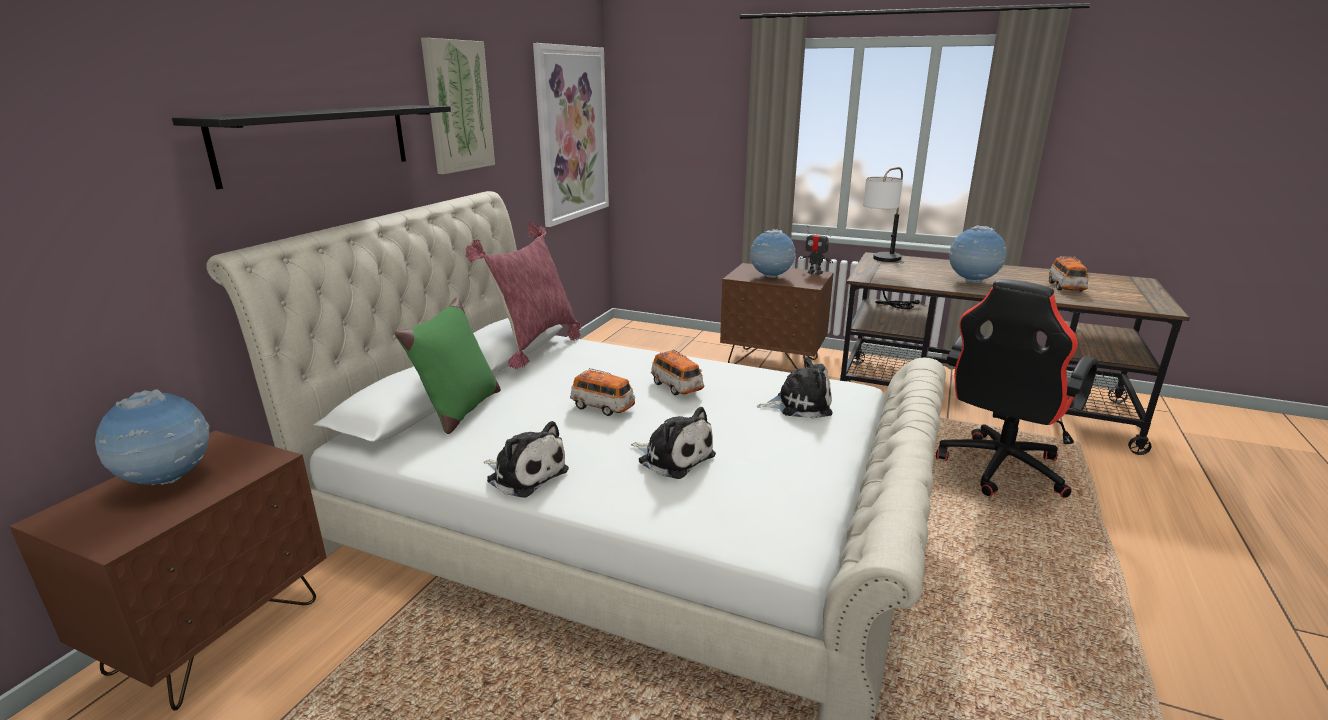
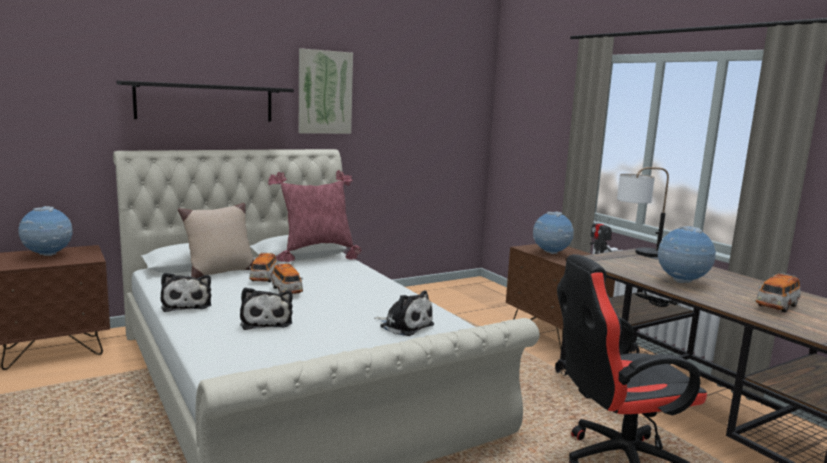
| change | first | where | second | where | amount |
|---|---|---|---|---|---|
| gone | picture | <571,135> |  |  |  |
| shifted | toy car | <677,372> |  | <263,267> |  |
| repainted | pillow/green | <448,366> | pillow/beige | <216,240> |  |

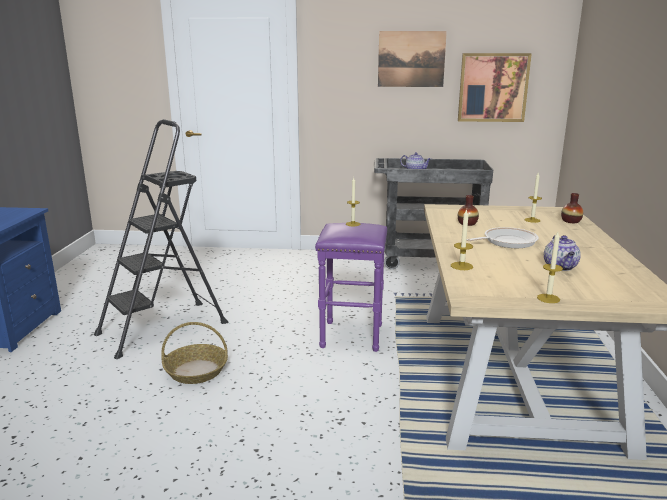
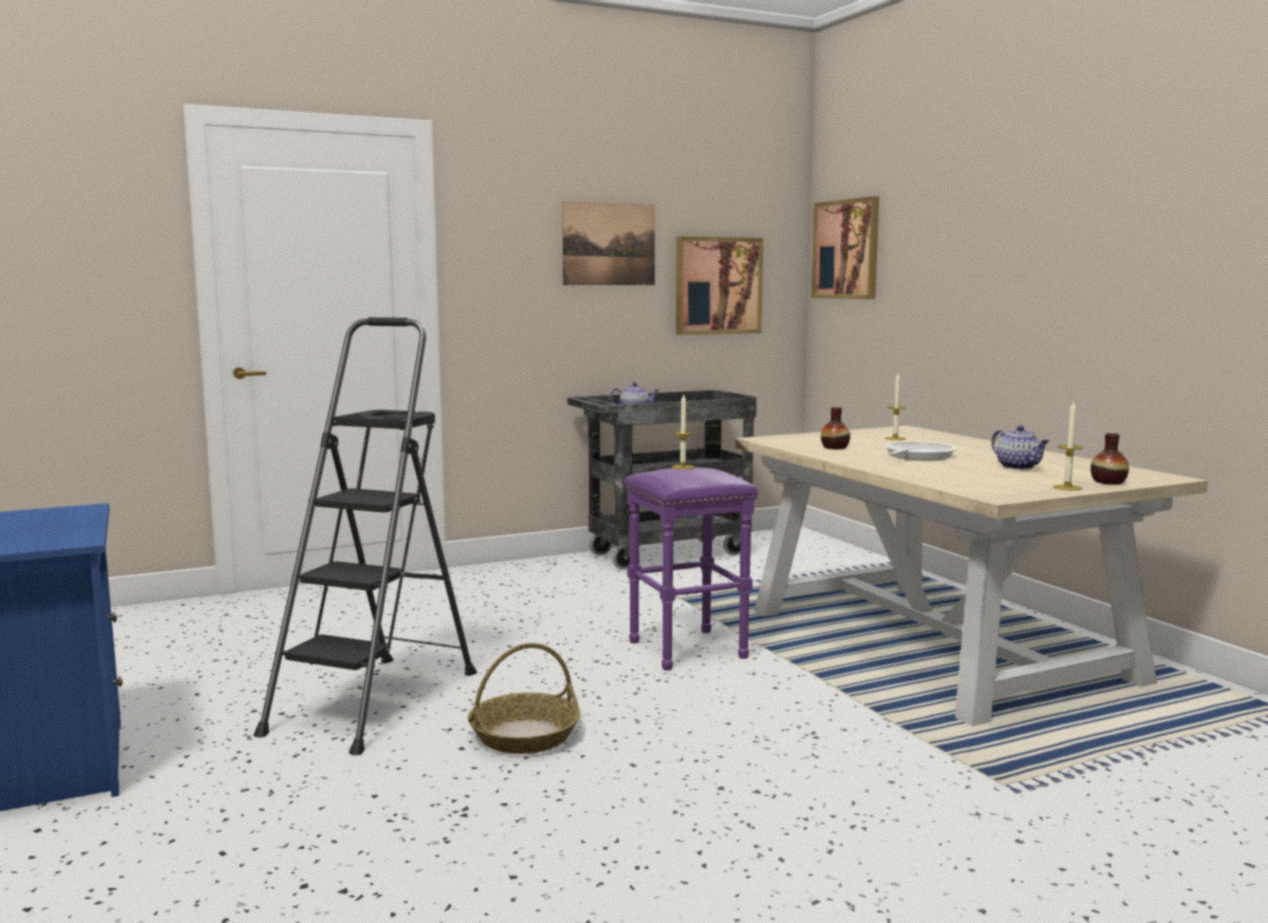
| change | first | where | second | where | amount |
|---|---|---|---|---|---|
| gone | candle | <462,239> |  |  |  |
| new |  |  | picture | <845,247> |  |
| shifted | vase | <572,208> |  | <1110,459> |  |

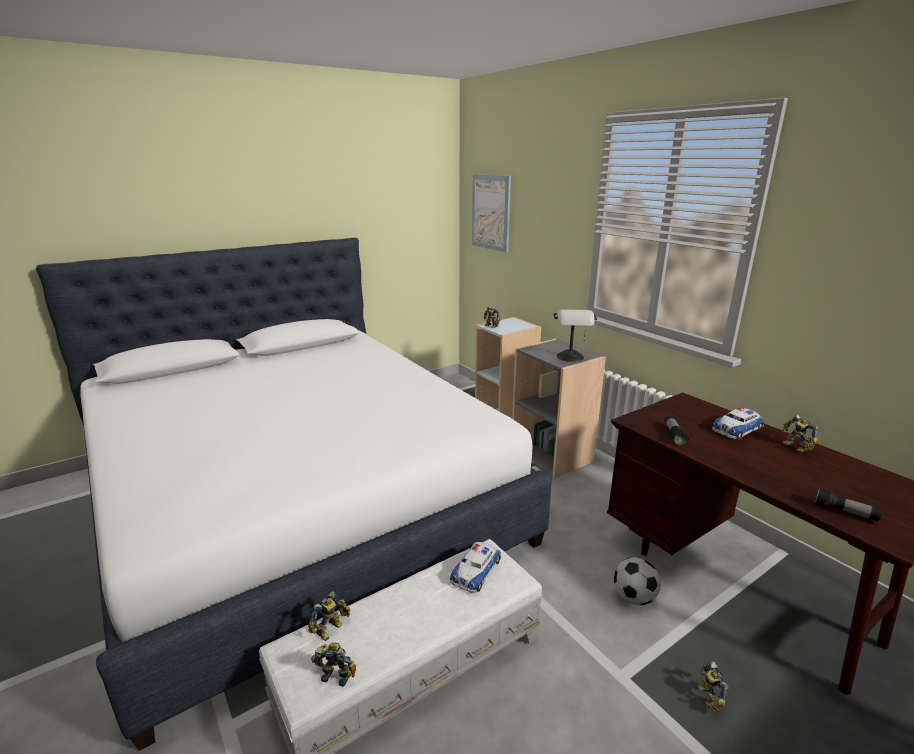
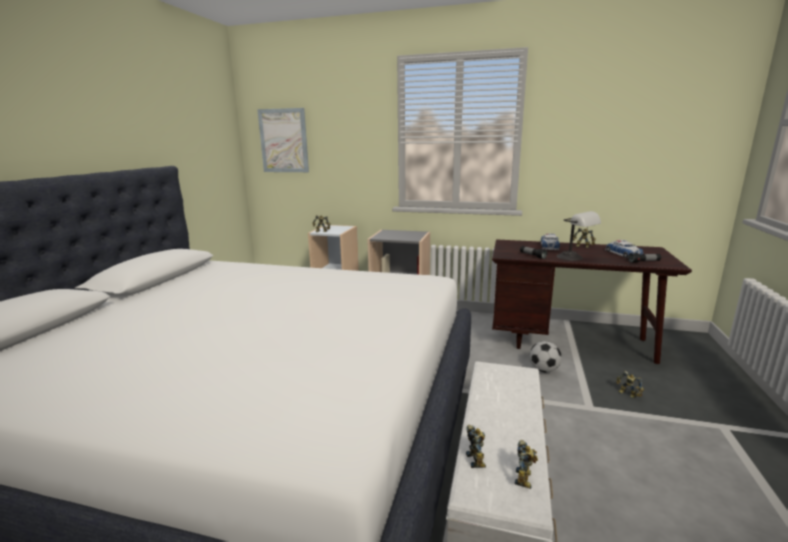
| change | first | where | second | where | amount |
|---|---|---|---|---|---|
| shifted | toy car | <475,567> |  | <624,249> |  |
| shifted | table lamp | <575,336> |  | <579,236> |  |
| rotated | toy robot | <333,665> |  | <526,464> | 135 degrees clockwise |

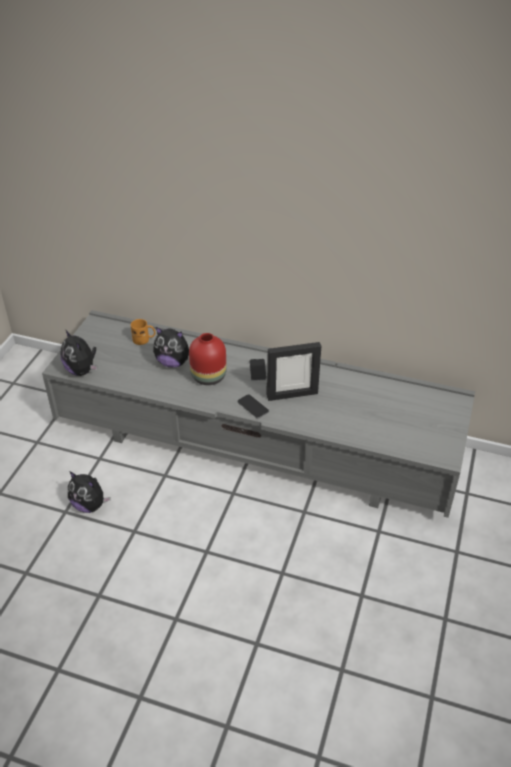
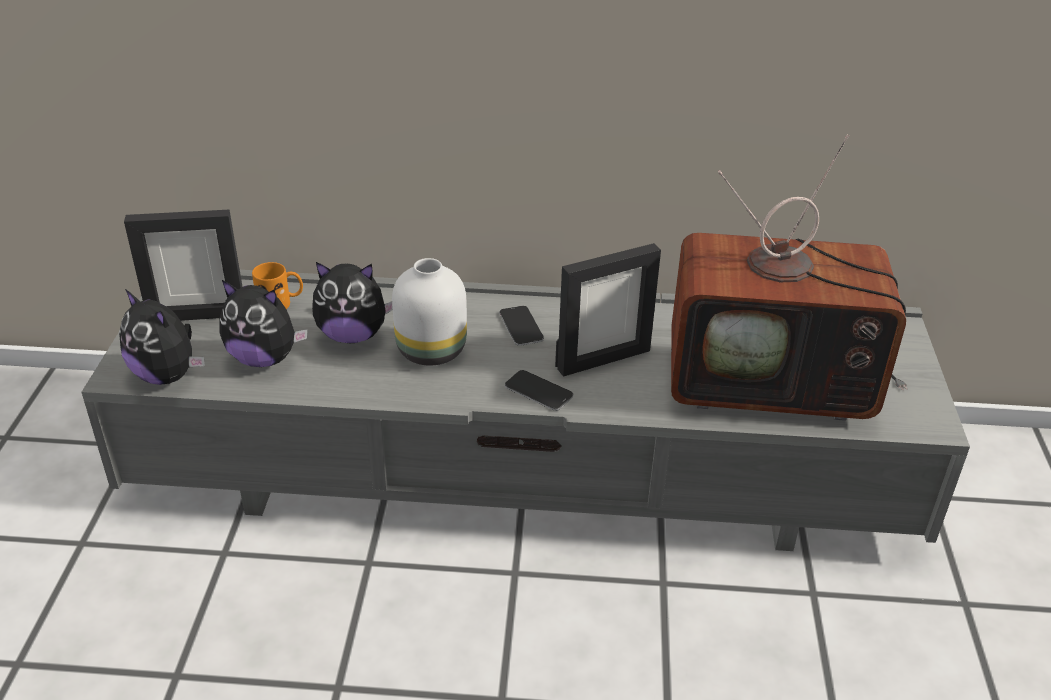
| change | first | where | second | where | amount |
|---|---|---|---|---|---|
| new |  |  | picture frame | <183,265> |  |
| new |  |  | television | <789,278> |  |
| shifted | plush toy | <89,492> |  | <264,323> |  |
| repainted | vase/red | <207,359> | vase/white | <429,312> |  |

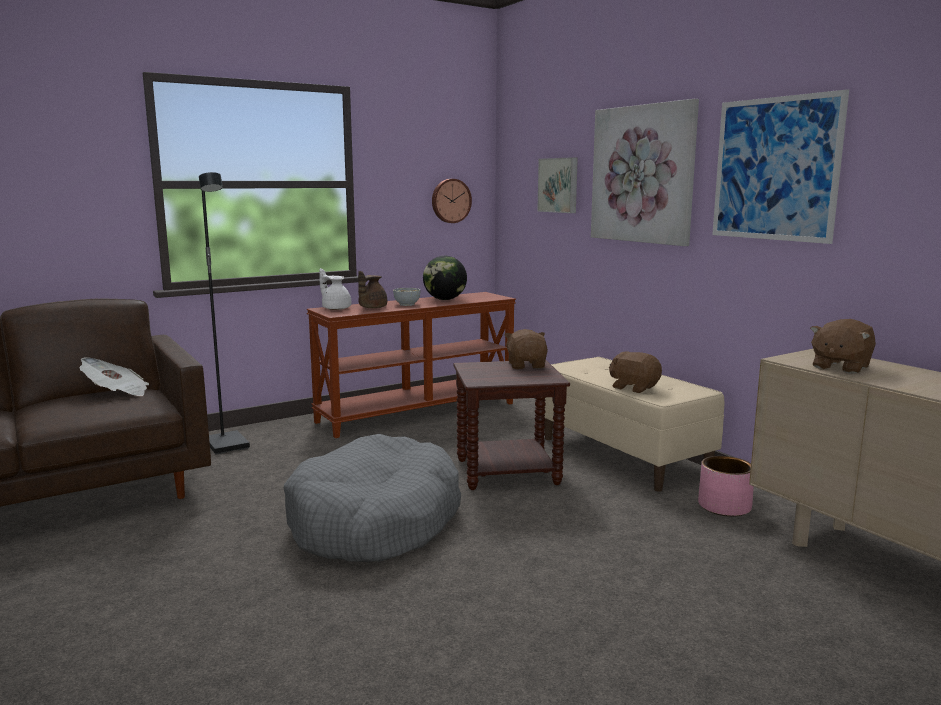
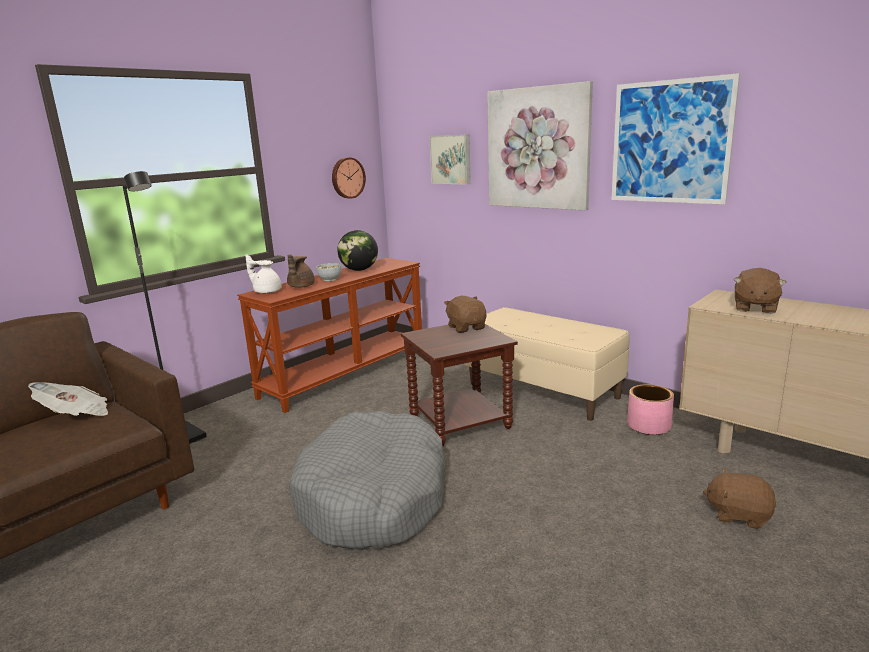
| change | first | where | second | where | amount |
|---|---|---|---|---|---|
| shifted | plush toy/brown | <635,372> |  | <740,498> |  |

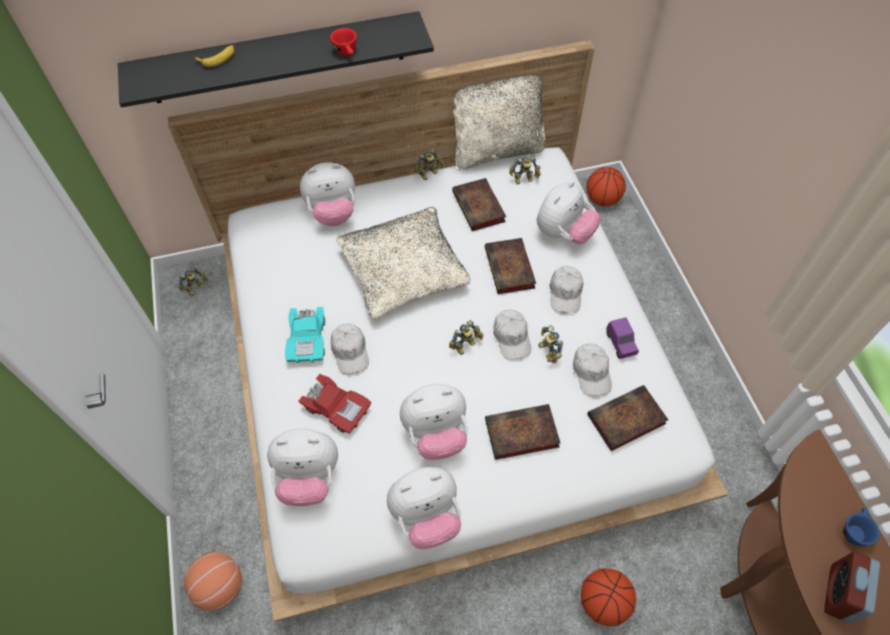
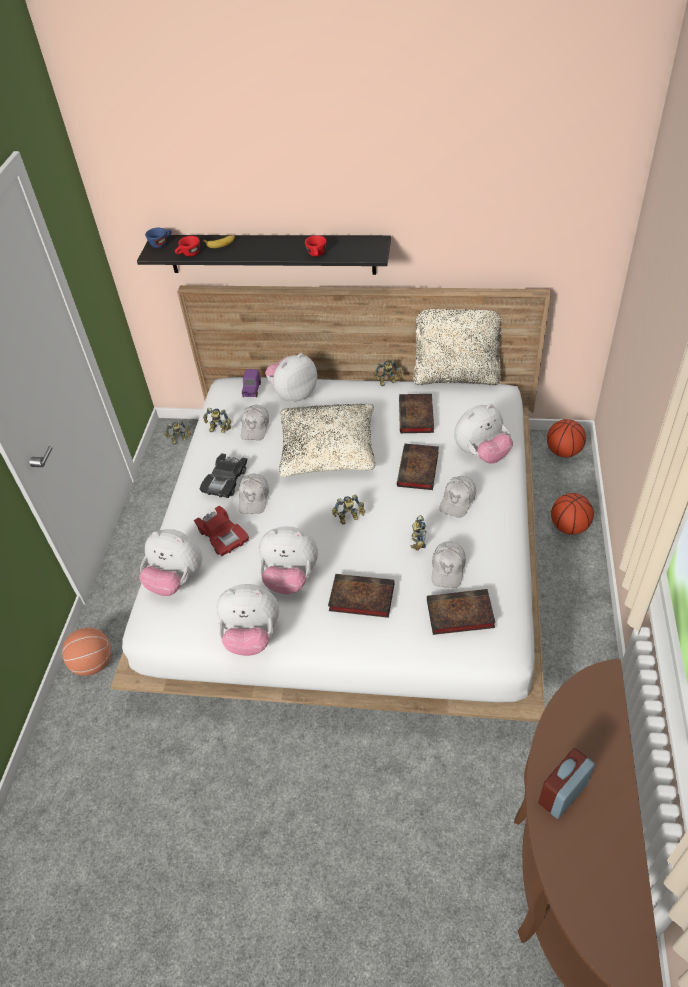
| change | first | where | second | where | amount |
|---|---|---|---|---|---|
| new |  |  | cup/red | <187,246> |  |
| shifted | cap/white | <512,335> |  | <255,422> |  |
| shifted | toy robot | <525,170> |  | <217,420> |  |
| shifted | basketball | <608,597> |  | <572,514> |  |
| shifted | toy car/purple | <622,338> |  | <251,383> |  |
| shifted | cup/blue | <861,527> |  | <158,238> |  |
| repainted | toy car/turquoise | <305,335> | toy car/black | <224,475> |  |
| rotated | plush toy | <327,194> |  | <291,378> | 135 degrees clockwise |

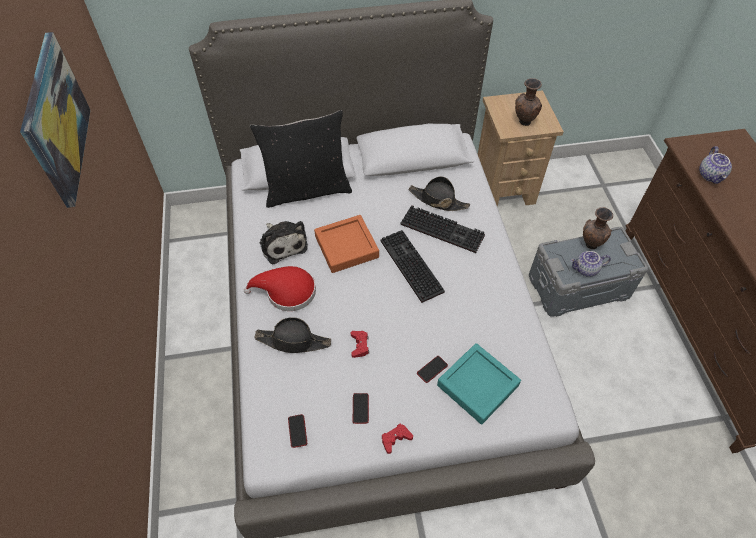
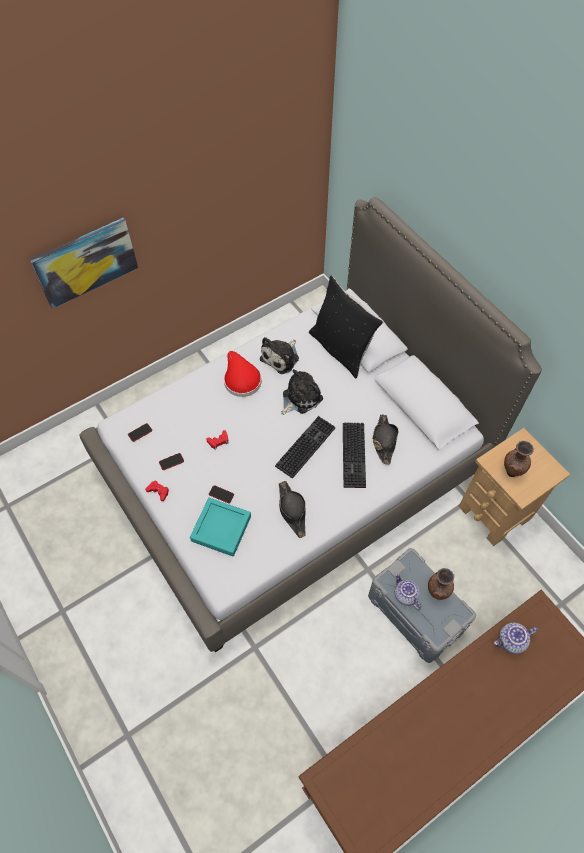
| change | first | where | second | where | amount |
|---|---|---|---|---|---|
| shifted | picture | <55,120> |  | <84,263> |  |
| shifted | hat/black | <292,335> |  | <292,509> |  |
| swapped | tray/orange | <346,244> | plush toy | <302,392> |  |

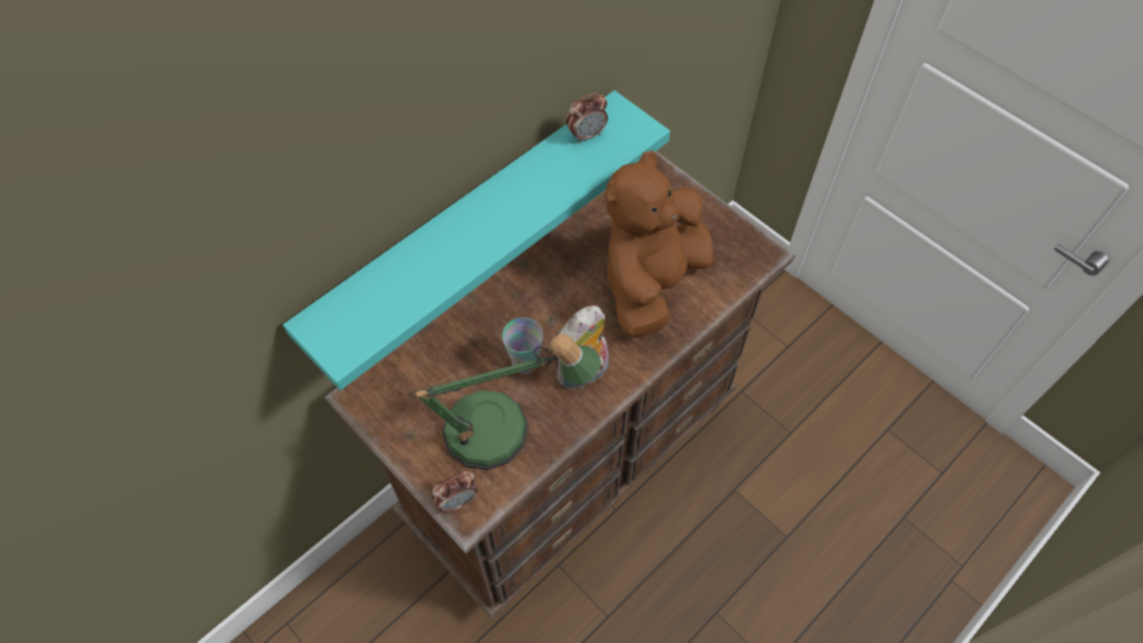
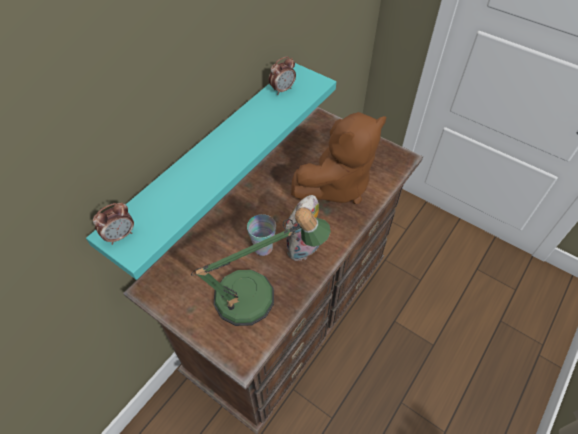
| change | first | where | second | where | amount |
|---|---|---|---|---|---|
| shifted | alarm clock | <455,491> |  | <113,224> |  |
| rotated | plush toy/brown | <659,244> |  | <338,158> | 150 degrees counterclockwise |

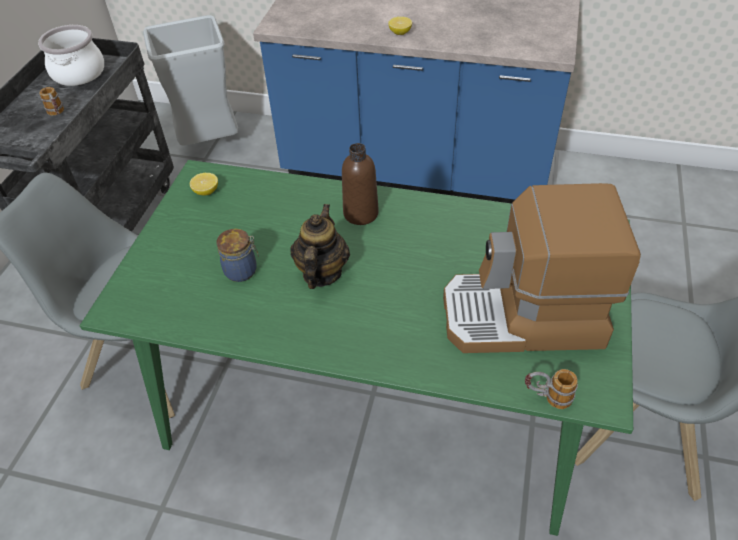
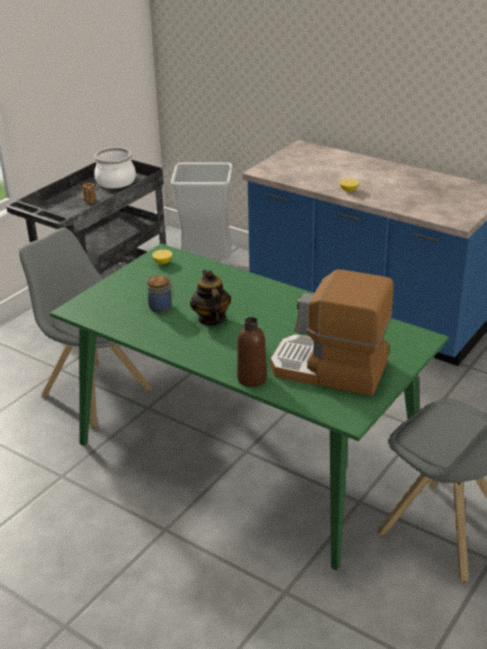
| change | first | where | second | where | amount |
|---|---|---|---|---|---|
| gone | mug | <551,389> |  |  |  |
| shifted | bottle/brown | <360,184> |  | <252,352> |  |
| rotated | teapot | <320,246> |  | <210,298> | 45 degrees counterclockwise |

